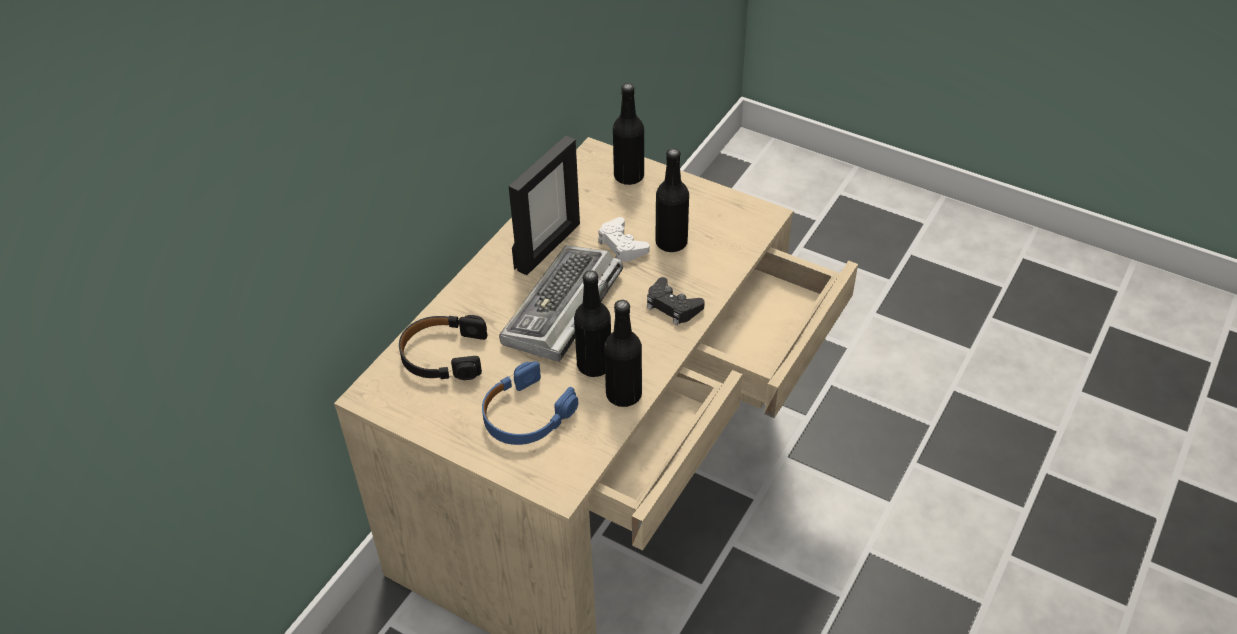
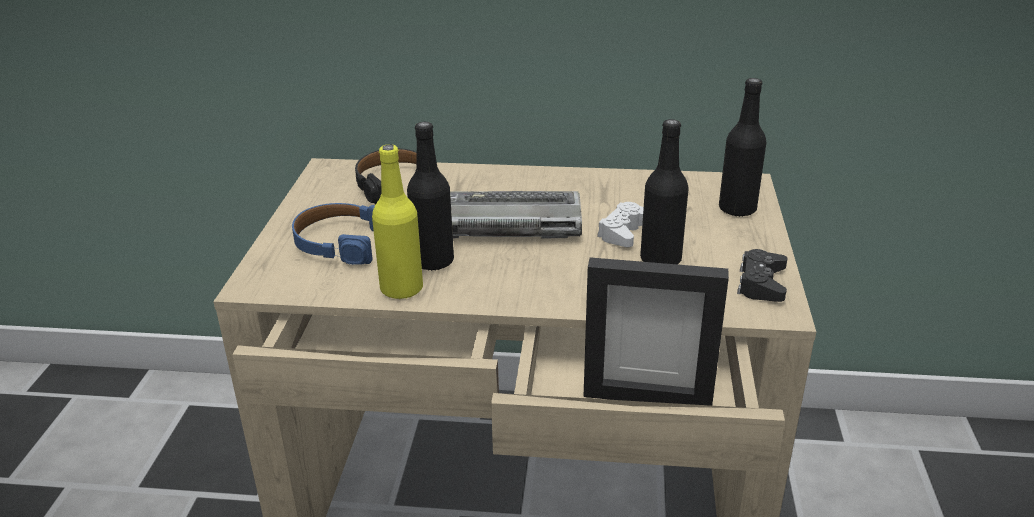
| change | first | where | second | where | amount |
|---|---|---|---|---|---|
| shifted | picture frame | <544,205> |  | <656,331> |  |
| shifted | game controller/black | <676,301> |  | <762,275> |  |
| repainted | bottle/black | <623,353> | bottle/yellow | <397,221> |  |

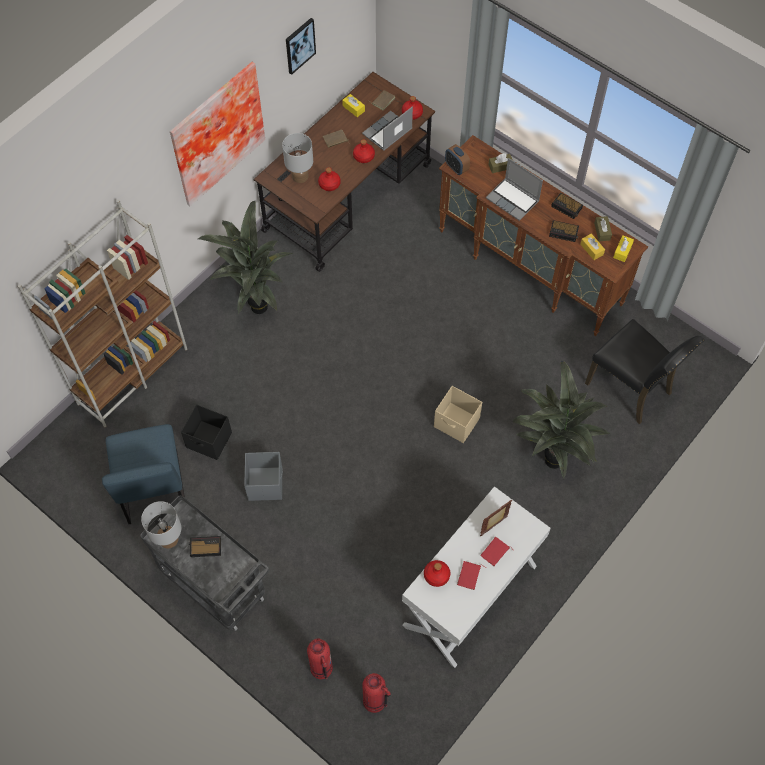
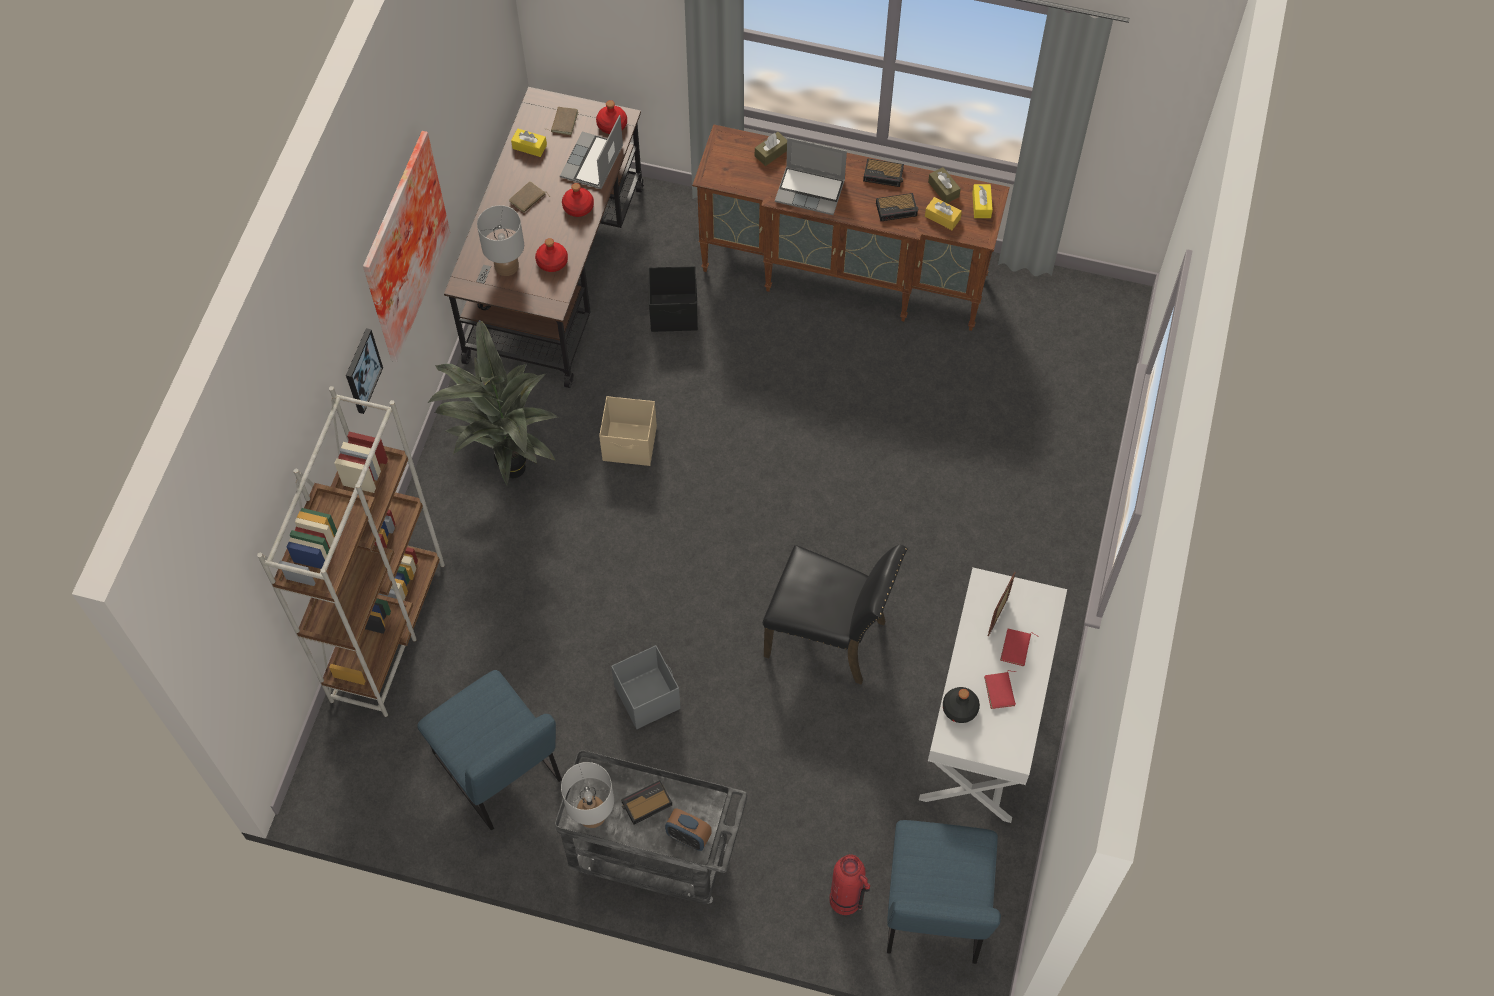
| change | first | where | second | where | amount |
|---|---|---|---|---|---|
| gone | potted plant | <561,419> |  |  |  |
| shifted | storage box/black | <206,432> |  | <673,299> |  |
| shifted | picture | <301,46> |  | <364,371> |  |
| shifted | storage box/beige | <458,414> |  | <628,431> |  |
| shifted | alarm clock | <457,159> |  | <688,829> |  |
| shifted | chair/black | <645,371> |  | <835,614> |  |
| swapped | fire extinguisher | <376,693> | chair/blue | <944,892> |  |
| repainted | bottle/red | <437,573> | bottle/black | <961,705> |  |

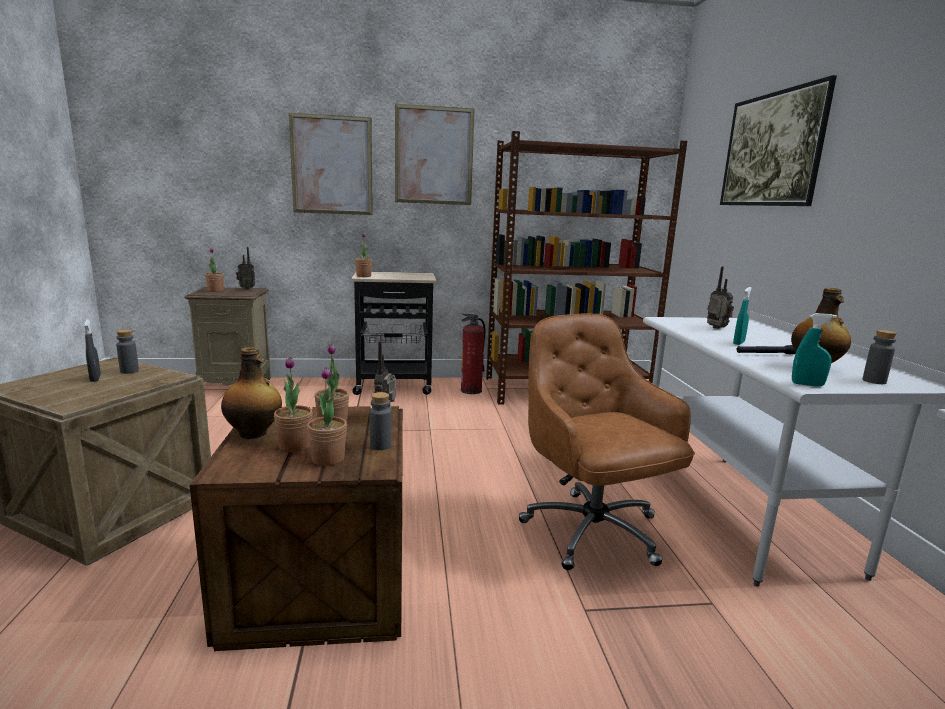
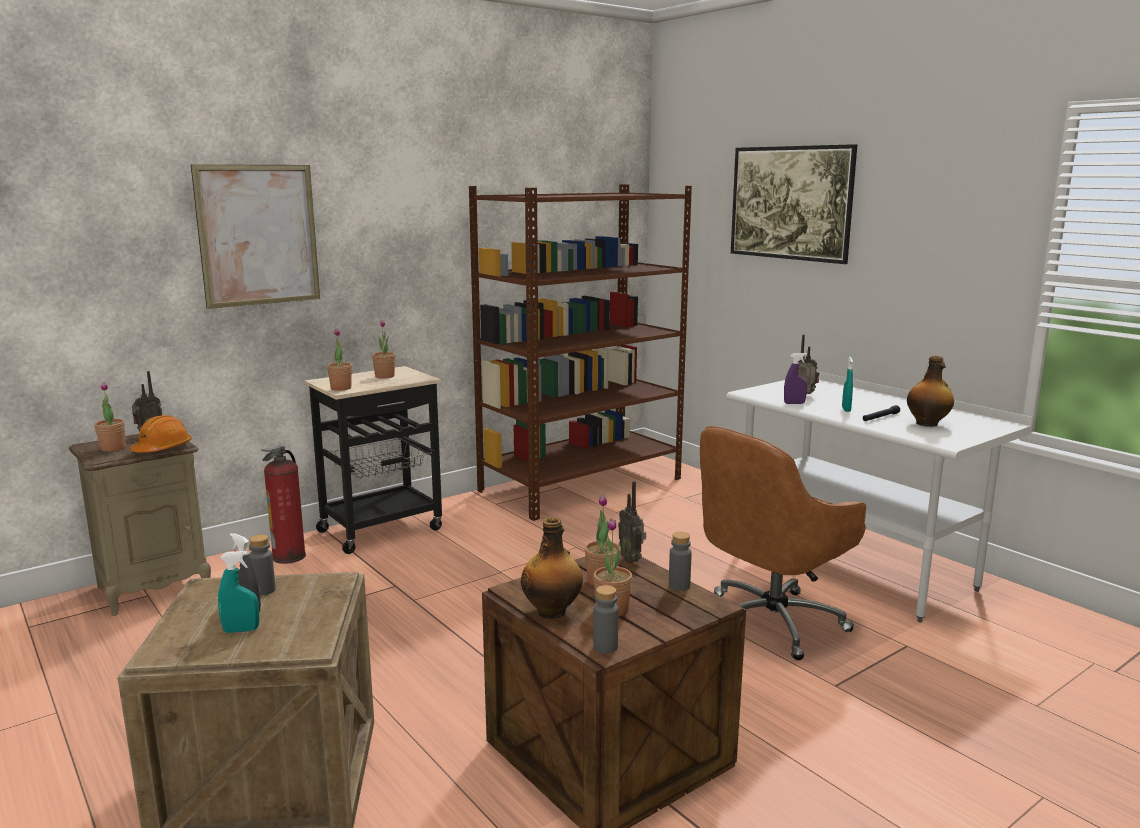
| change | first | where | second | where | amount |
|---|---|---|---|---|---|
| gone | picture | <435,154> |  |  |  |
| new |  |  | hard hat/orange | <161,434> |  |
| new |  |  | spray bottle/purple | <795,378> |  |
| shifted | potted plant | <327,416> |  | <383,349> |  |
| shifted | fire extinguisher | <473,353> |  | <284,505> |  |
| shifted | spray bottle/turquoise | <814,350> |  | <238,592> |  |
| shifted | bottle/grey | <880,357> |  | <605,619> |  |
| rotated | office chair/brown | <607,441> |  | <783,543> | 75 degrees counterclockwise |

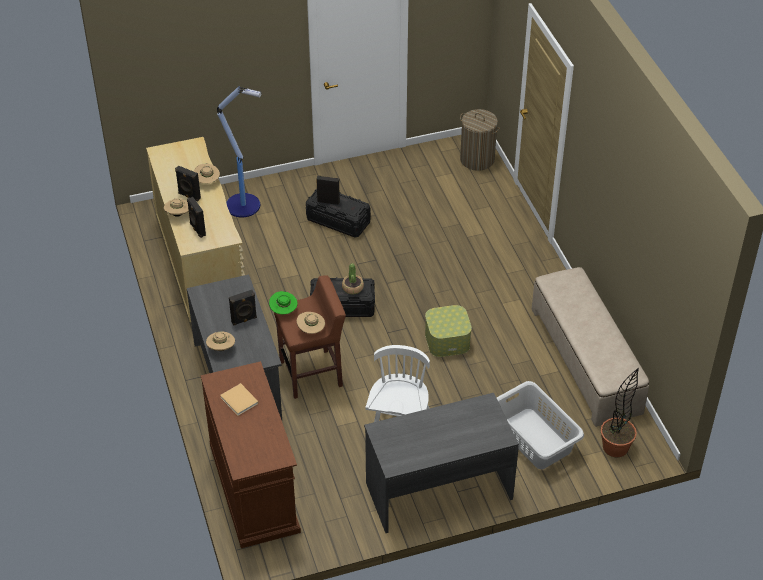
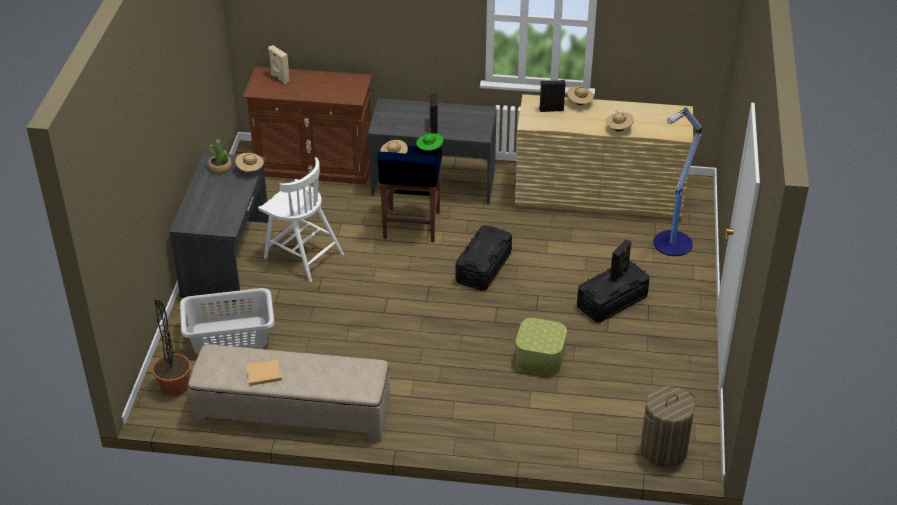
| change | first | where | second | where | amount |
|---|---|---|---|---|---|
| gone | speaker/black | <188,183> |  |  |  |
| new |  |  | speaker/beige | <279,64> |  |
| shifted | hat/beige | <220,341> |  | <249,162> |  |
| shifted | book/beige | <239,399> |  | <264,373> |  |
| shifted | potted plant | <353,278> |  | <220,156> |  |
| shifted | storage box | <448,331> |  | <541,347> |  |
| repainted | stool/brown | <310,337> | stool/blue | <409,194> |  |

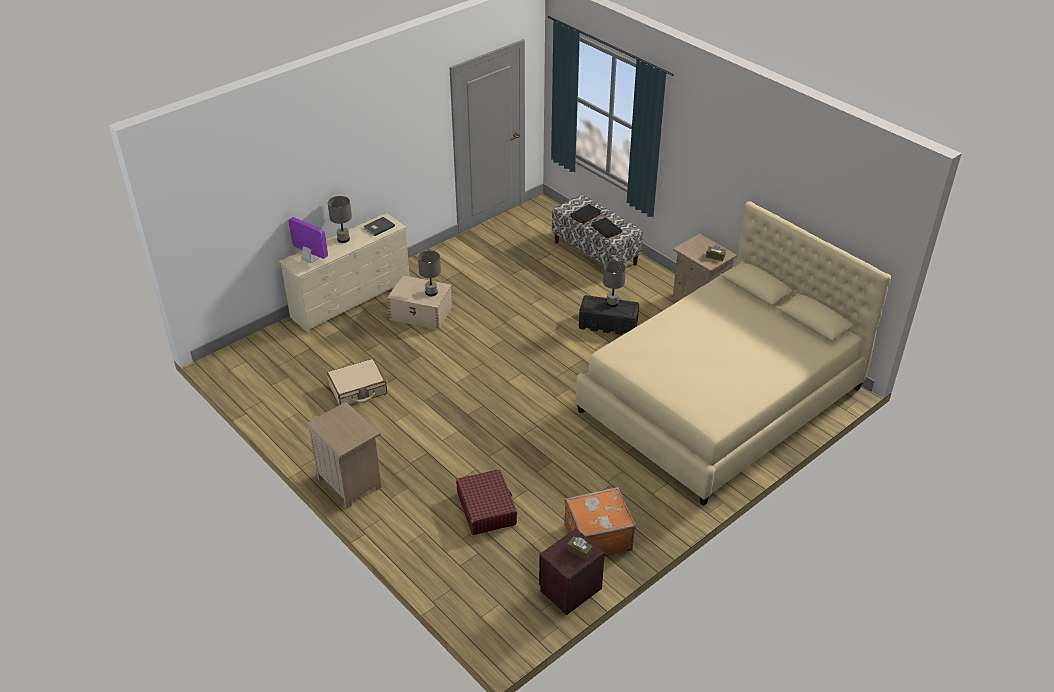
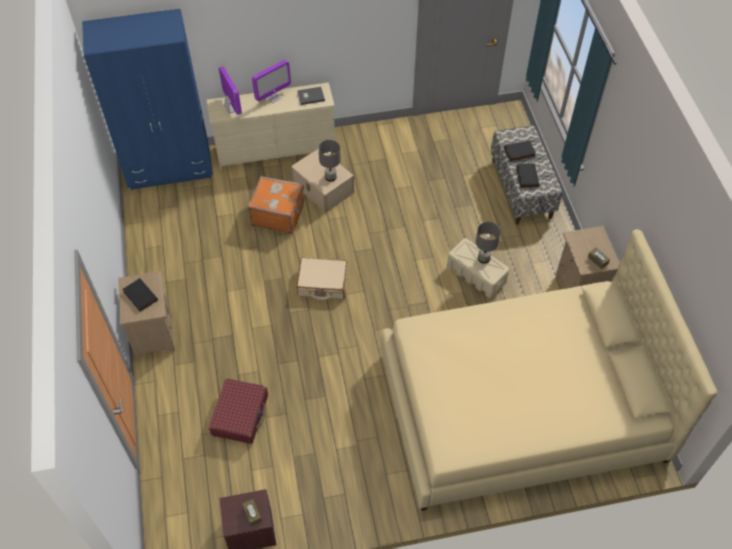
| change | first | where | second | where | amount |
|---|---|---|---|---|---|
| new |  |  | wardrobe/blue | <147,100> |  |
| new |  |  | book/black | <140,295> |  |
| shifted | suitcase/beige | <357,382> |  | <322,279> |  |
| shifted | suitcase/orange | <600,521> |  | <276,205> |  |
| swapped | table lamp/grey | <340,219> | monitor | <271,81> |  |
| repainted | storage box/black | <609,315> | storage box/beige | <478,268> |  |

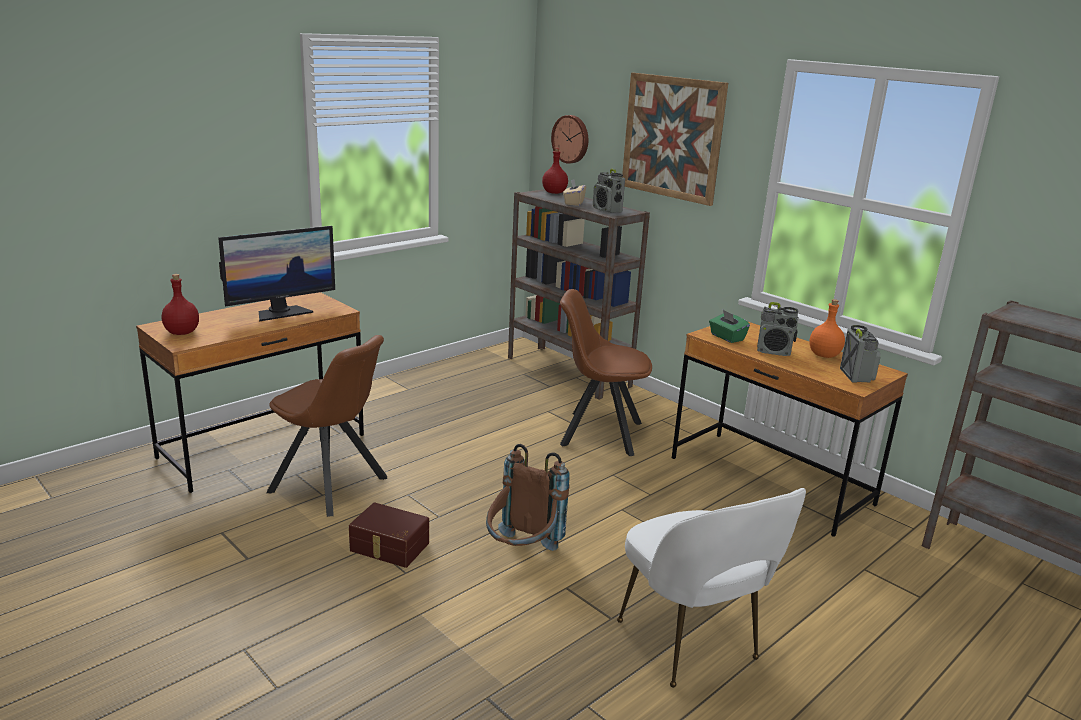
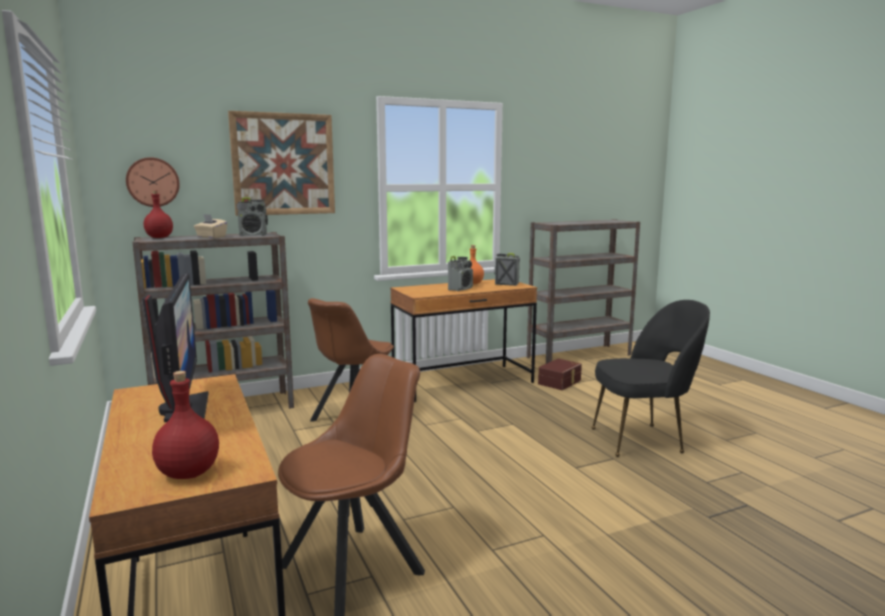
| change | first | where | second | where | amount |
|---|---|---|---|---|---|
| gone | backpack/brown | <528,497> |  |  |  |
| gone | tissue box/green | <729,326> |  |  |  |
| shifted | storage box/brown | <389,535> |  | <560,374> |  |
| repainted | chair/white | <711,588> | chair/black | <651,378> |  |

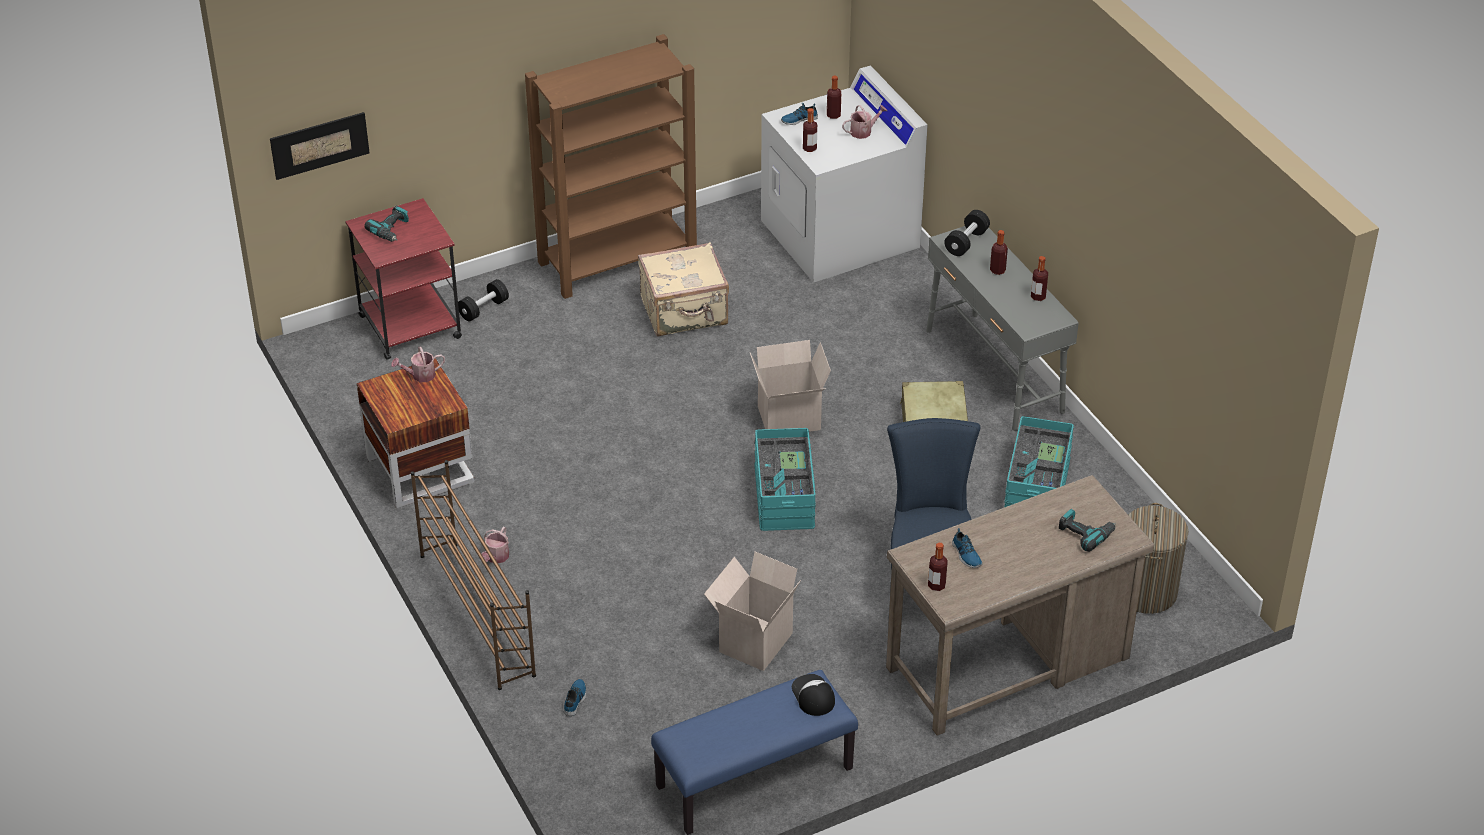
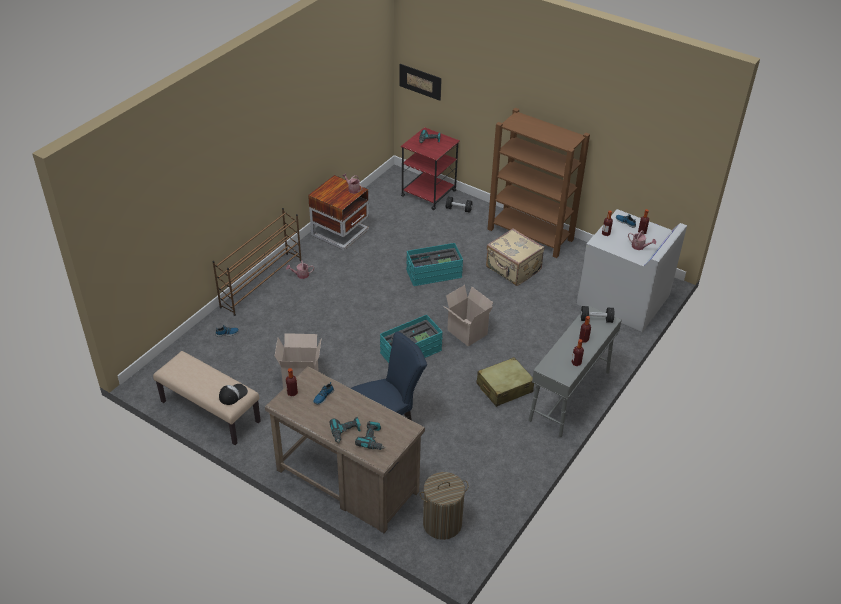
| change | first | where | second | where | amount |
|---|---|---|---|---|---|
| new |  |  | power drill | <345,430> |  |
| shifted | storage box/turquoise | <1039,461> |  | <434,264> |  |
| repainted | bench/blue | <754,752> | bench/beige | <207,398> |  |

